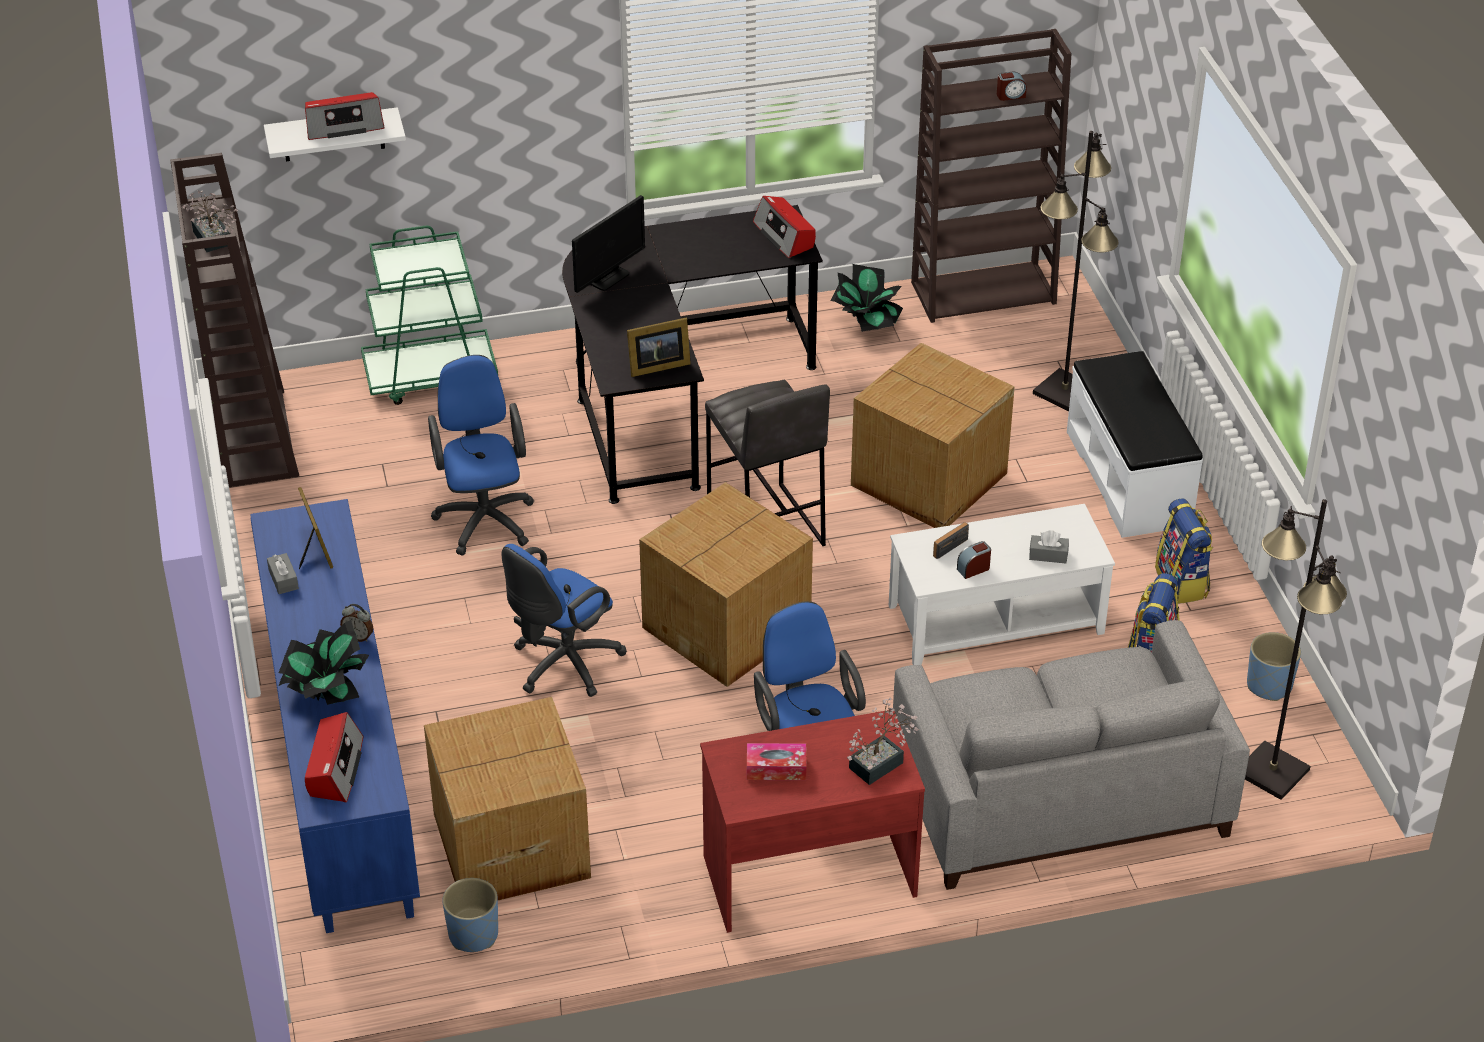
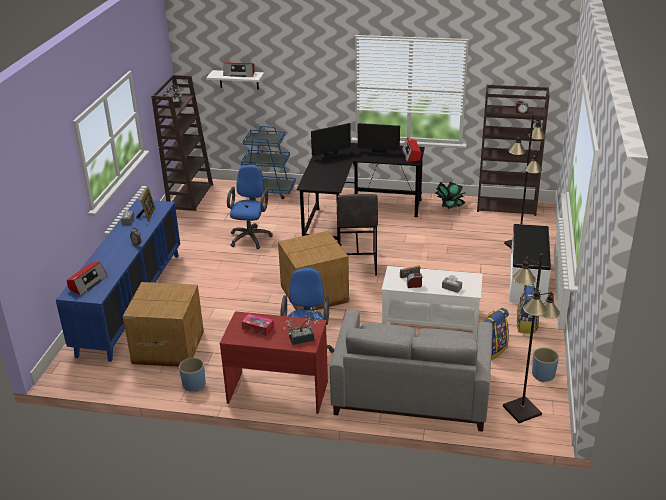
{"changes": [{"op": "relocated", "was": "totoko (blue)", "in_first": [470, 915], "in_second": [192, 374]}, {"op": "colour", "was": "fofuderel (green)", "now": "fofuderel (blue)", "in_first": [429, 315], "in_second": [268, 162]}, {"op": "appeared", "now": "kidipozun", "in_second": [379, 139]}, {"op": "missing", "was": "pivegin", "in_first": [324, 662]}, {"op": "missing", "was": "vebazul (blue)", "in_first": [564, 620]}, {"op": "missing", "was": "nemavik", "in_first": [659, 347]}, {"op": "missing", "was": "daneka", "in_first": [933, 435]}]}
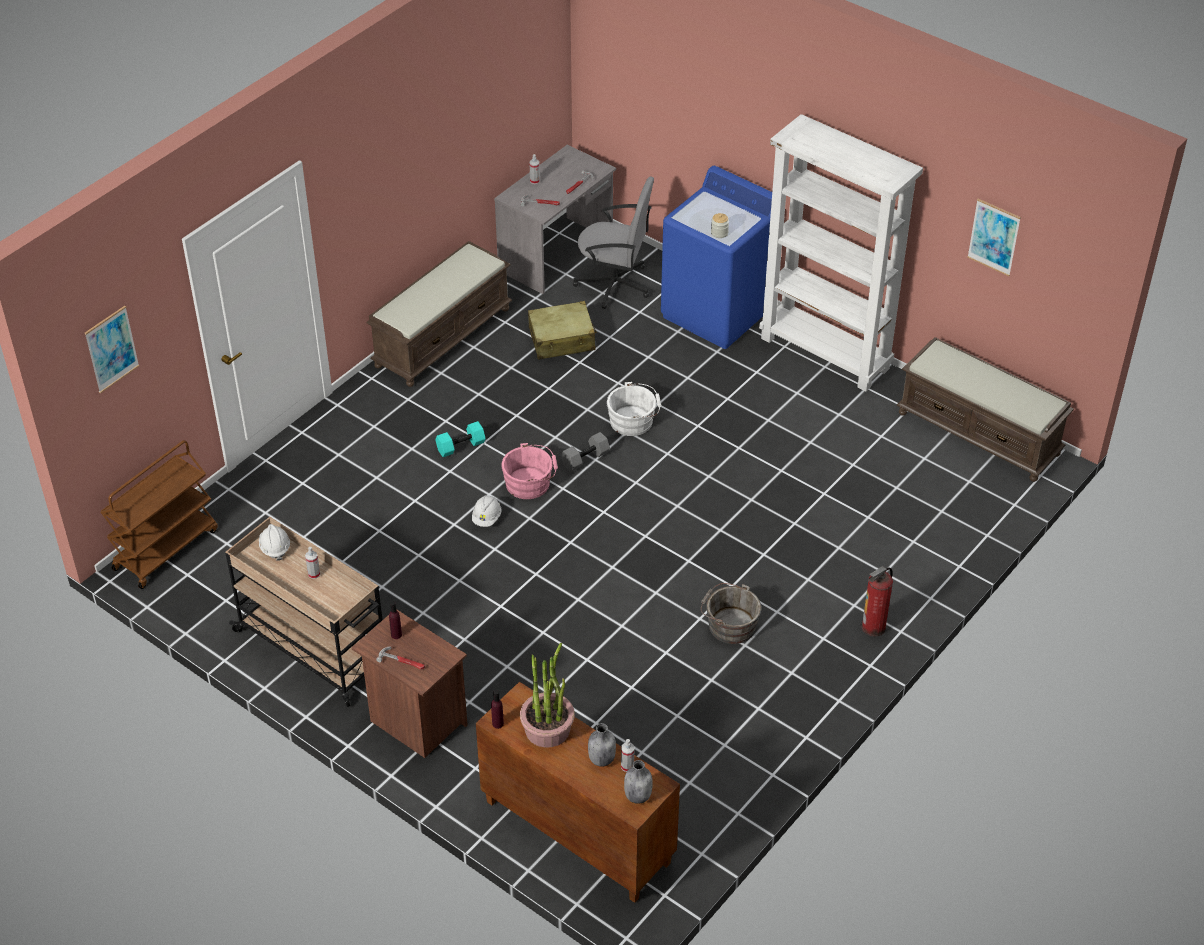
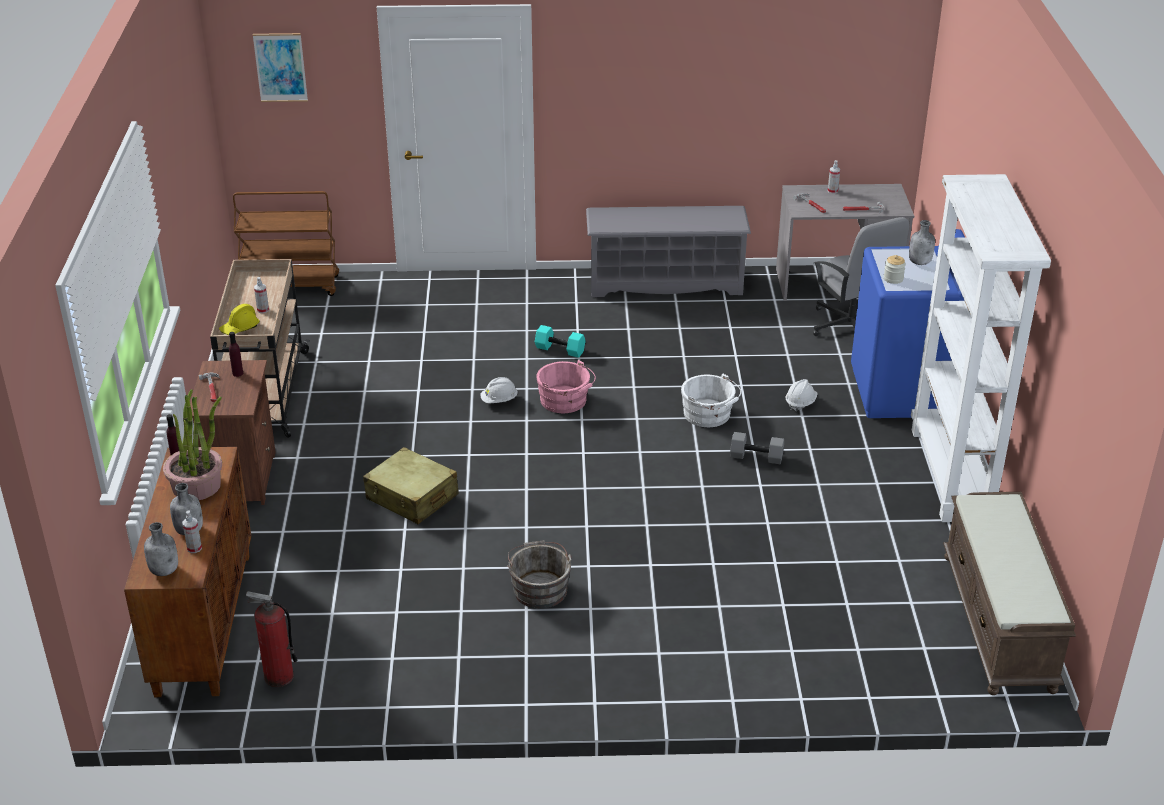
{"changes": [{"op": "appeared", "now": "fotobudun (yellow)", "in_second": [239, 319]}, {"op": "relocated", "was": "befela", "in_first": [877, 601], "in_second": [272, 639]}, {"op": "relocated", "was": "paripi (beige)", "in_first": [562, 330], "in_second": [411, 485]}, {"op": "exchanged", "was": "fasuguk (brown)", "now": "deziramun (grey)", "in_first": [439, 314], "in_second": [668, 251]}, {"op": "relocated", "was": "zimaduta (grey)", "in_first": [585, 452], "in_second": [757, 448]}, {"op": "relocated", "was": "fotobudun (white)", "in_first": [274, 542], "in_second": [801, 395]}, {"op": "appeared", "now": "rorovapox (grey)", "in_second": [922, 242]}, {"op": "missing", "was": "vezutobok", "in_first": [994, 237]}]}
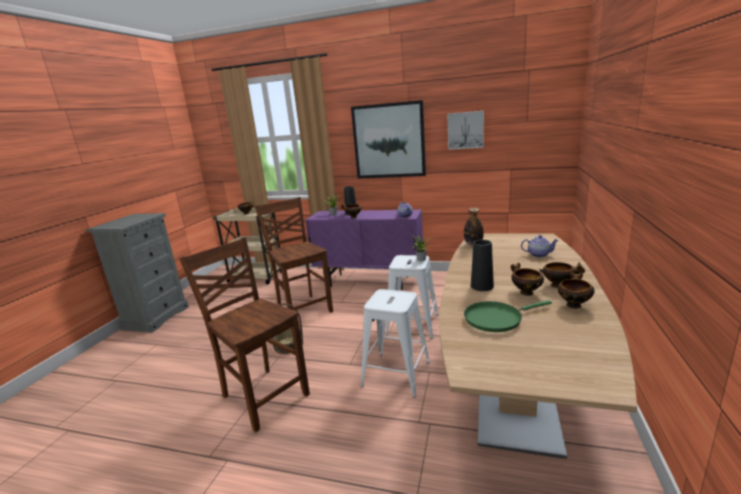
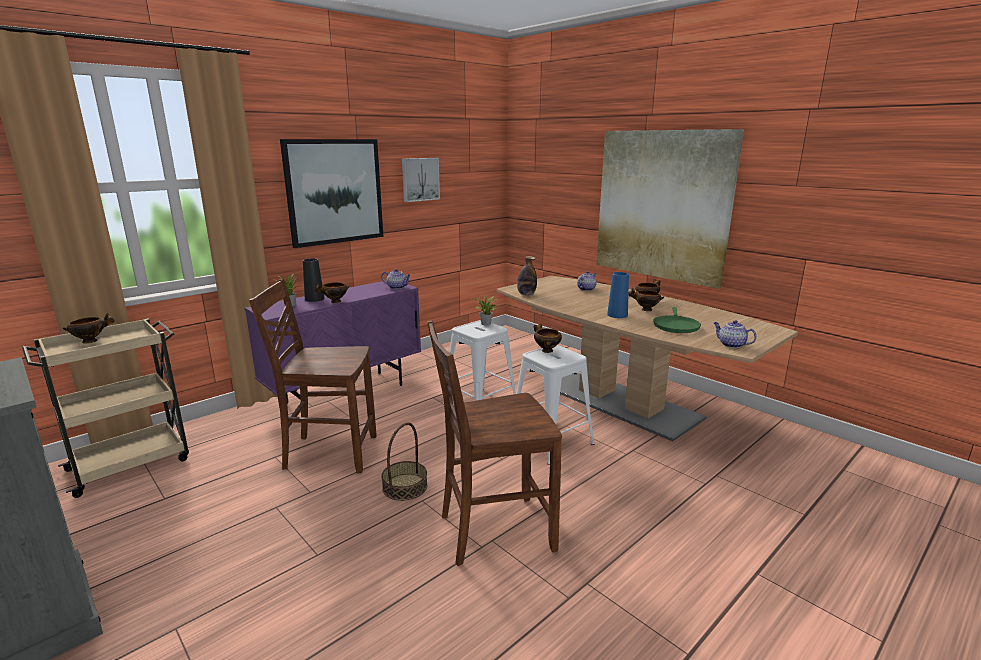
{"changes": [{"op": "relocated", "was": "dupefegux", "in_first": [576, 290], "in_second": [547, 338]}, {"op": "appeared", "now": "vezutobok", "in_second": [670, 209]}, {"op": "colour", "was": "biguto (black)", "now": "biguto (blue)", "in_first": [482, 265], "in_second": [618, 295]}, {"op": "appeared", "now": "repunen", "in_second": [735, 334]}]}
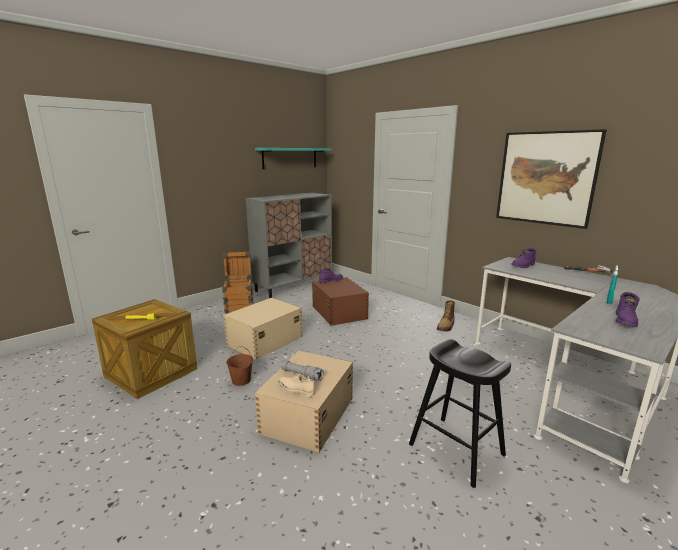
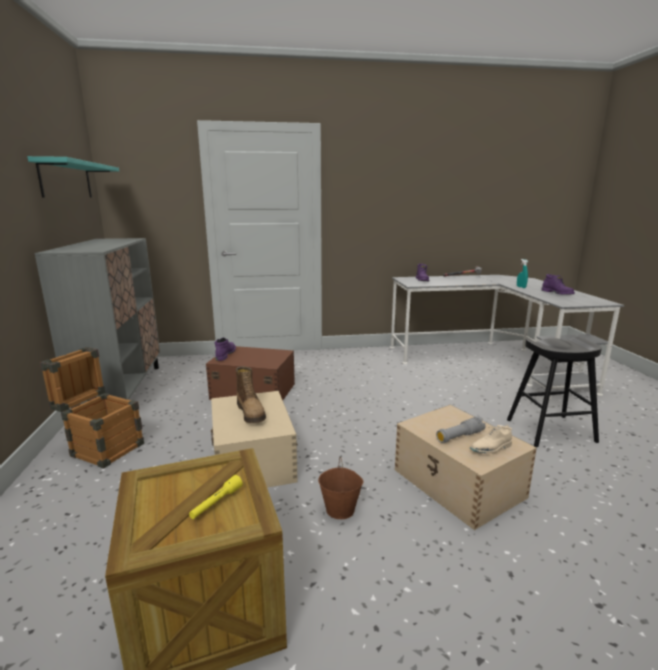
{"changes": [{"op": "relocated", "was": "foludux", "in_first": [446, 315], "in_second": [251, 394]}, {"op": "missing", "was": "vezutobok", "in_first": [551, 179]}]}
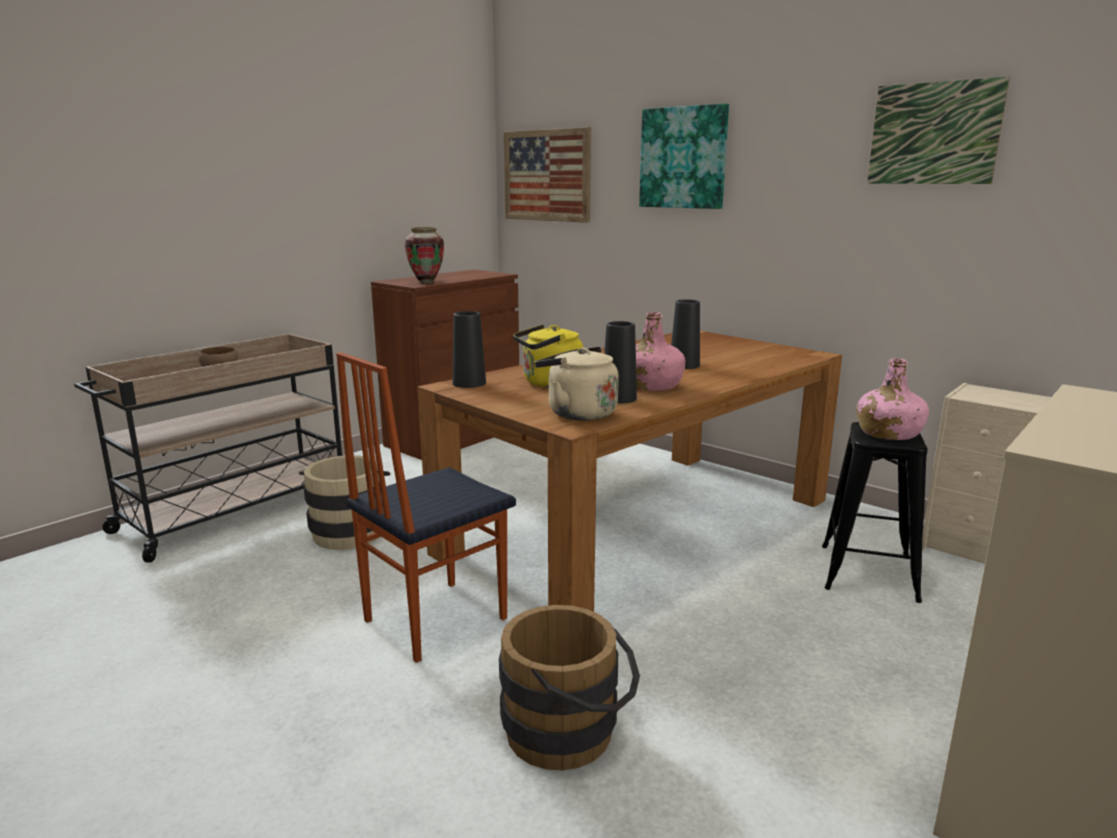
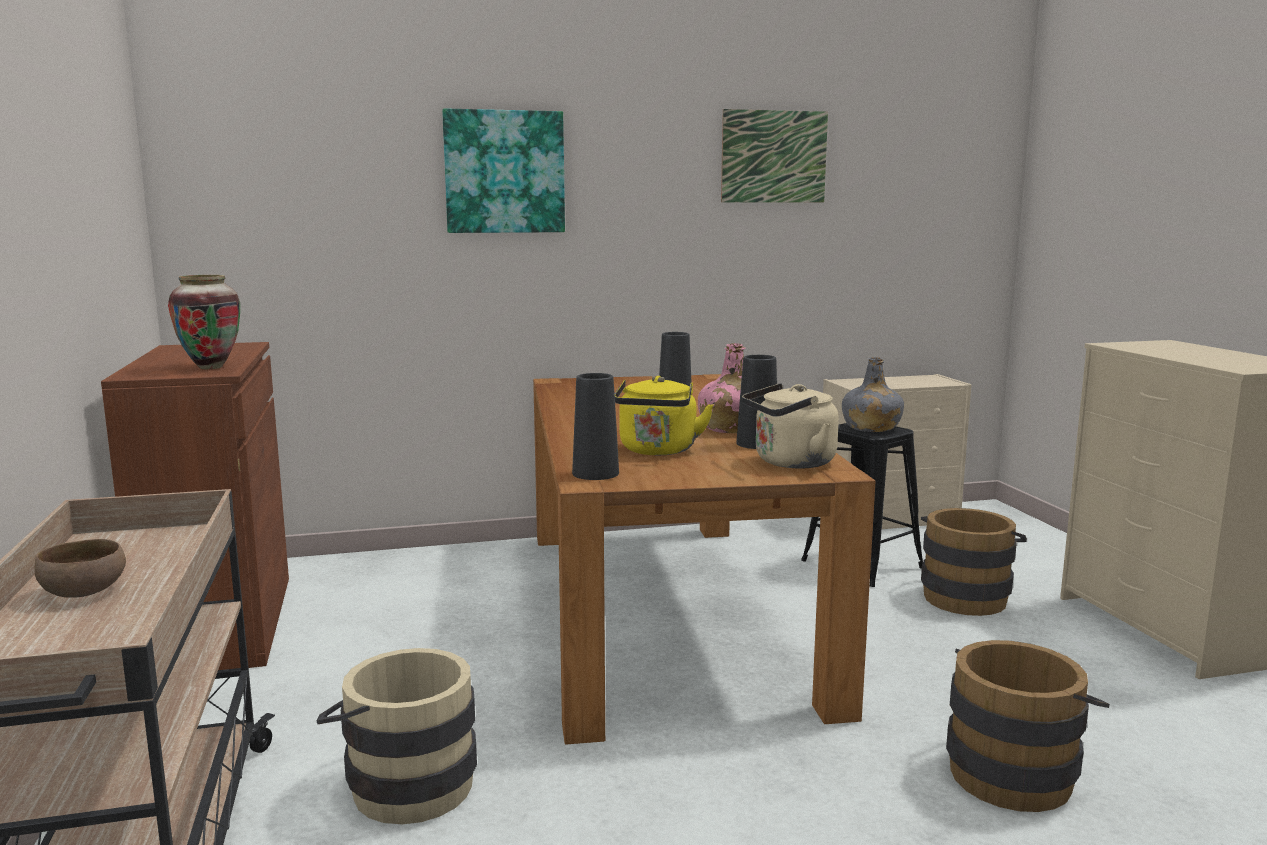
{"changes": [{"op": "colour", "was": "rorovapox (pink)", "now": "rorovapox (grey)", "in_first": [893, 399], "in_second": [873, 394]}, {"op": "appeared", "now": "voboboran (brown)", "in_second": [974, 562]}, {"op": "missing", "was": "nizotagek", "in_first": [426, 507]}, {"op": "missing", "was": "vezutobok", "in_first": [547, 175]}]}
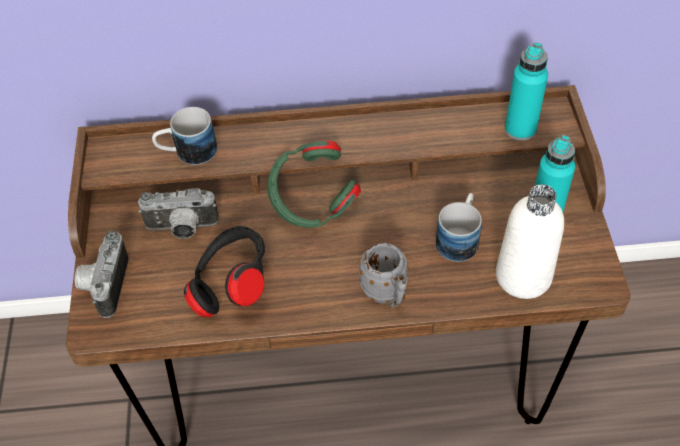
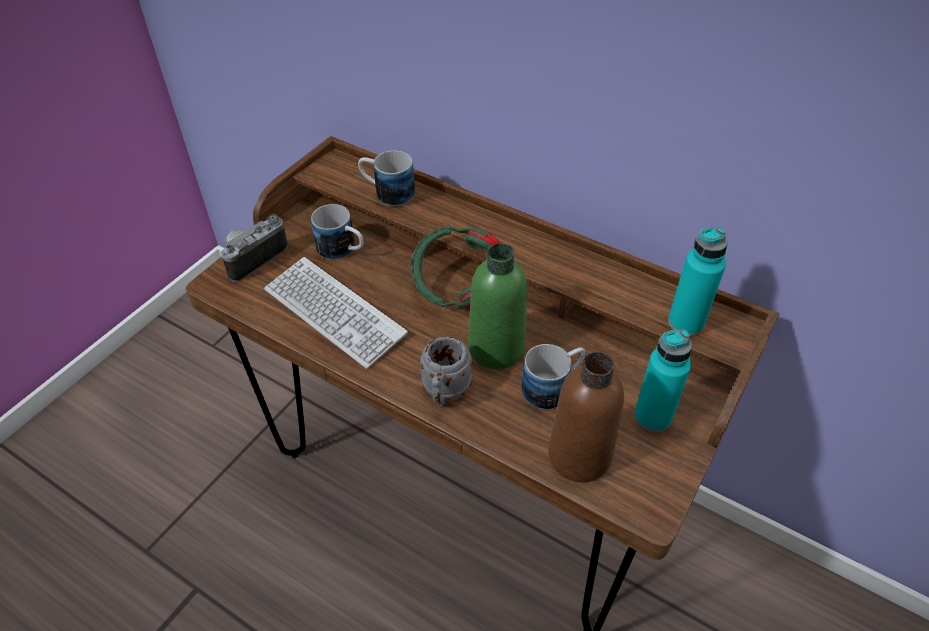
{"changes": [{"op": "exchanged", "was": "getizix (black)", "now": "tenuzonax", "in_first": [224, 271], "in_second": [336, 313]}, {"op": "exchanged", "was": "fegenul", "now": "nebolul", "in_first": [178, 213], "in_second": [337, 232]}, {"op": "appeared", "now": "rorovapox (green)", "in_second": [497, 306]}, {"op": "colour", "was": "rorovapox (white)", "now": "rorovapox (brown)", "in_first": [530, 241], "in_second": [586, 417]}]}
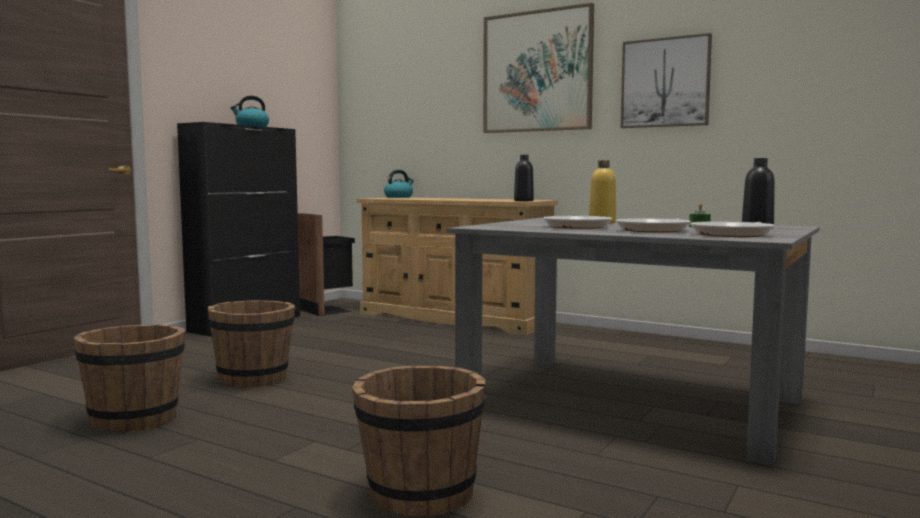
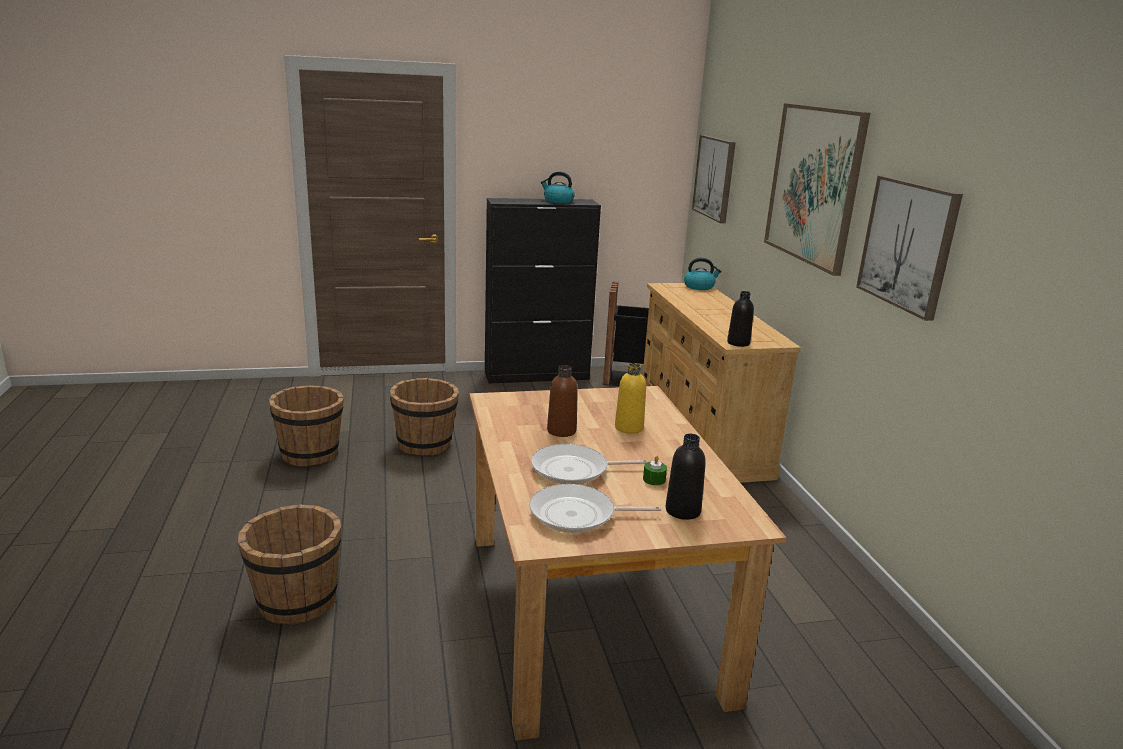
{"changes": [{"op": "colour", "was": "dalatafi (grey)", "now": "dalatafi (brown)", "in_first": [633, 342], "in_second": [628, 563]}, {"op": "exchanged", "was": "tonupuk", "now": "rorovapox (brown)", "in_first": [577, 222], "in_second": [562, 401]}, {"op": "appeared", "now": "vezutobok", "in_second": [714, 179]}]}
